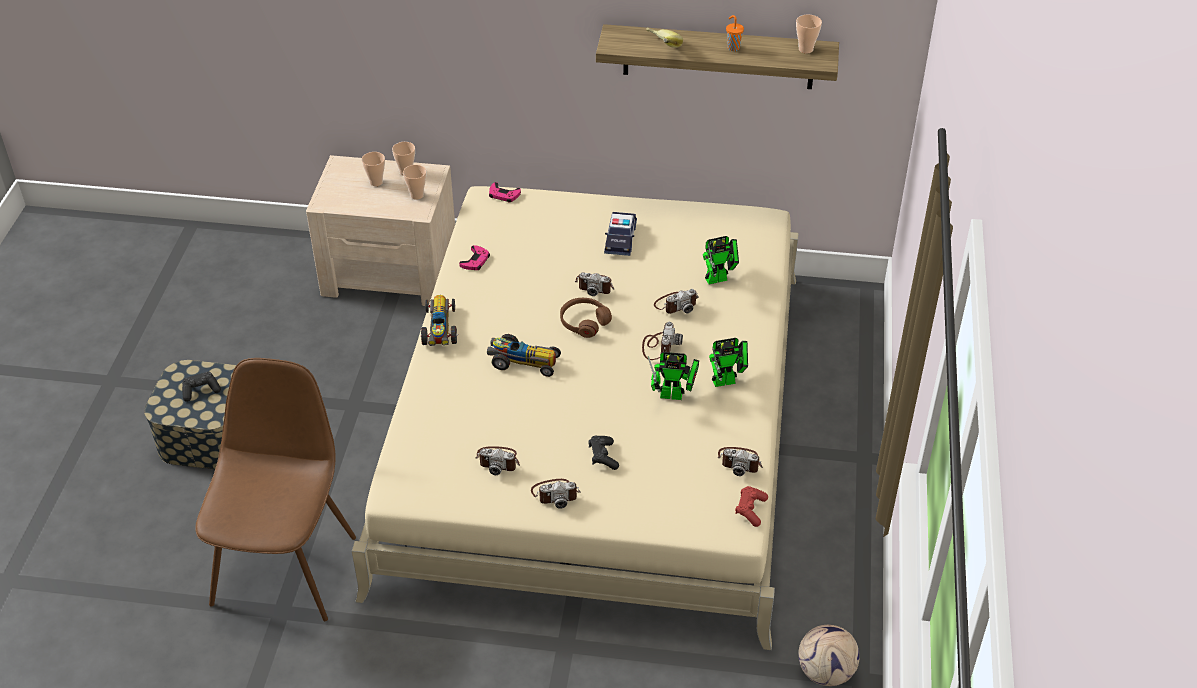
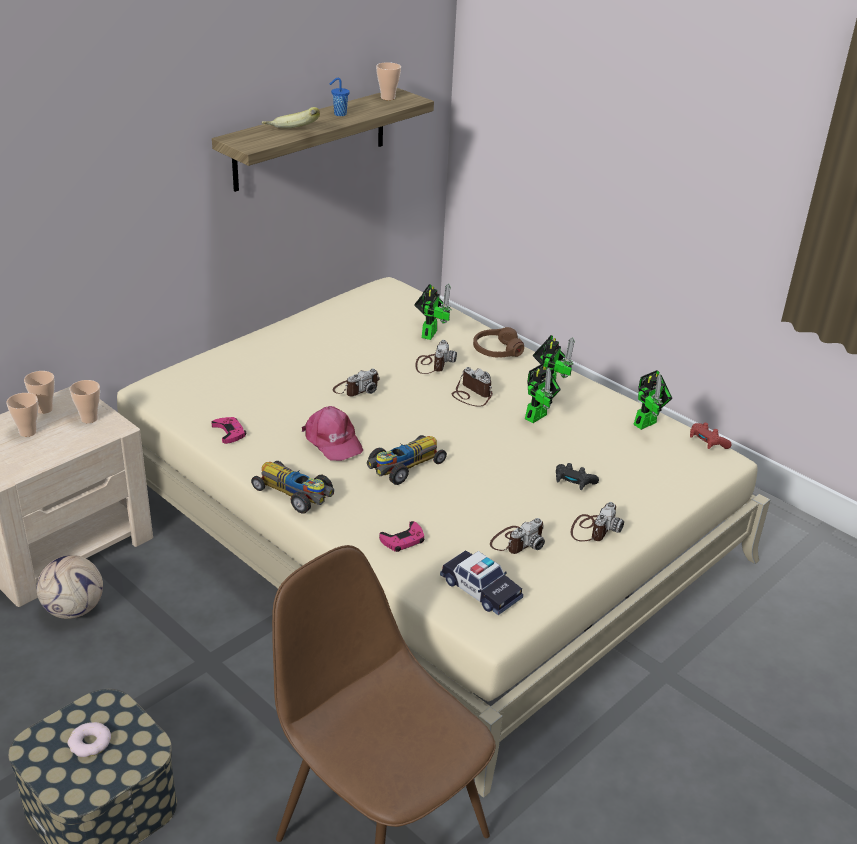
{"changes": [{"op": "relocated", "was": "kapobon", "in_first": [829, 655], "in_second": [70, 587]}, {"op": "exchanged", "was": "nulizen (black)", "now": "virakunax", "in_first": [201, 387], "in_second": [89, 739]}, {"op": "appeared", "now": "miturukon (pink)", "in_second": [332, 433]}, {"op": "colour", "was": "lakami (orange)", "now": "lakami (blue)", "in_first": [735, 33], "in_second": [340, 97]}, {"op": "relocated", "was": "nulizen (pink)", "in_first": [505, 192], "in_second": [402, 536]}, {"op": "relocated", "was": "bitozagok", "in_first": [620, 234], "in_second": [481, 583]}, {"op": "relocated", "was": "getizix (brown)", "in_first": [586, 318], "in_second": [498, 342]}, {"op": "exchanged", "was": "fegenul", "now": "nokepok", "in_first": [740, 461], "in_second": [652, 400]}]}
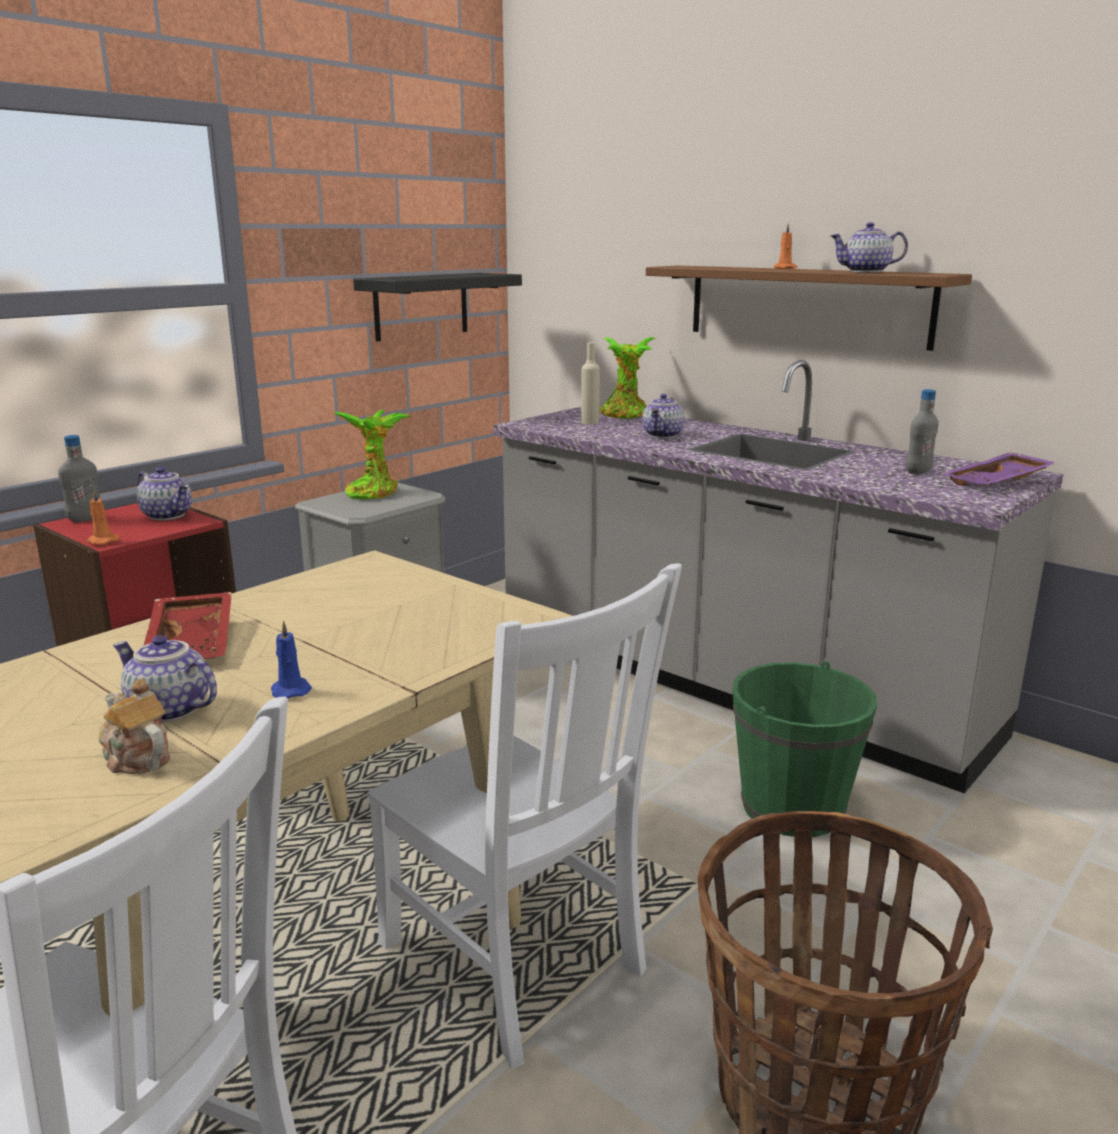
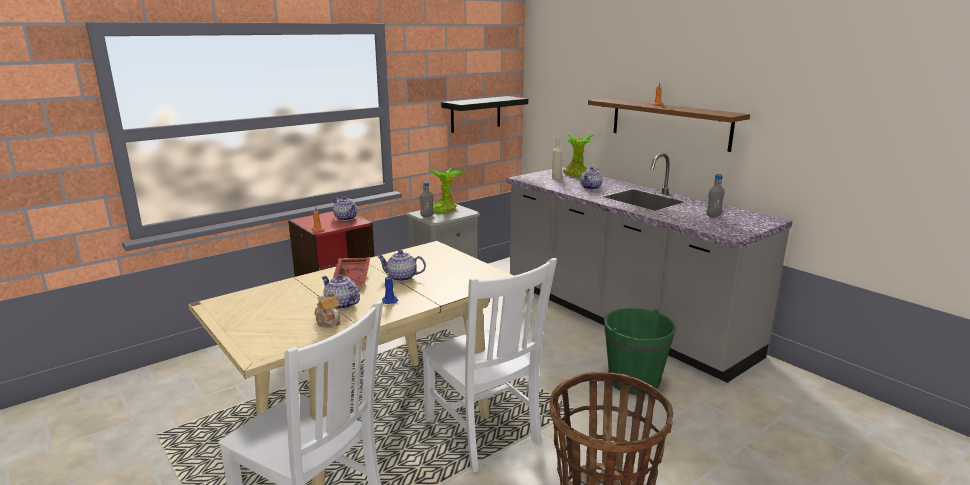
{"changes": [{"op": "relocated", "was": "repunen", "in_first": [869, 247], "in_second": [401, 266]}, {"op": "relocated", "was": "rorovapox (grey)", "in_first": [79, 478], "in_second": [427, 199]}, {"op": "missing", "was": "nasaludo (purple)", "in_first": [998, 469]}]}
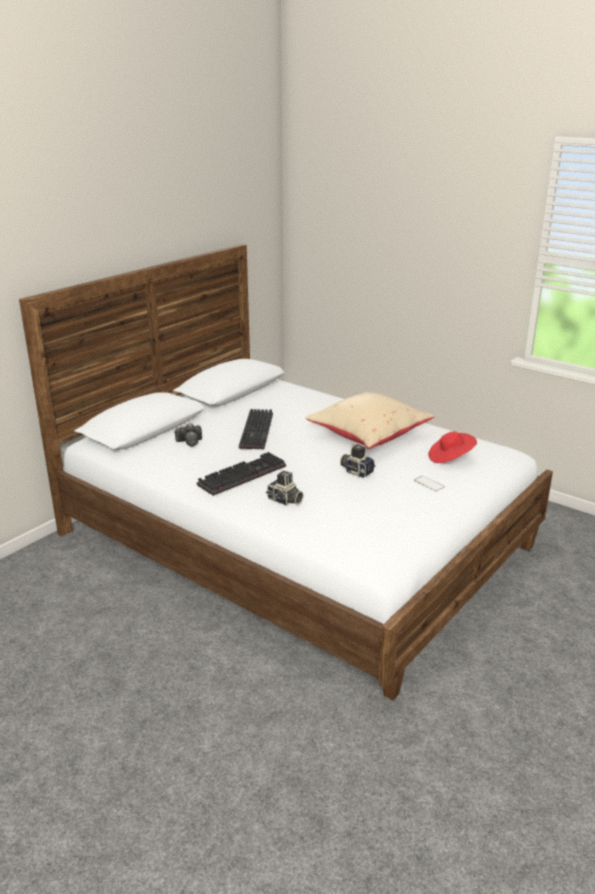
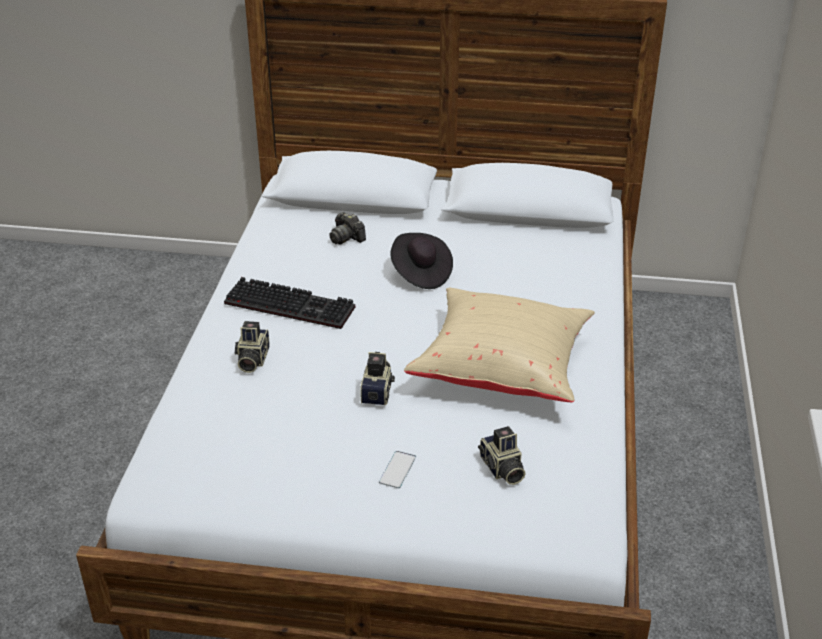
{"changes": [{"op": "exchanged", "was": "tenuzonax", "now": "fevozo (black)", "in_first": [256, 429], "in_second": [421, 261]}, {"op": "exchanged", "was": "fevozo (red)", "now": "fegenul", "in_first": [452, 447], "in_second": [502, 455]}]}
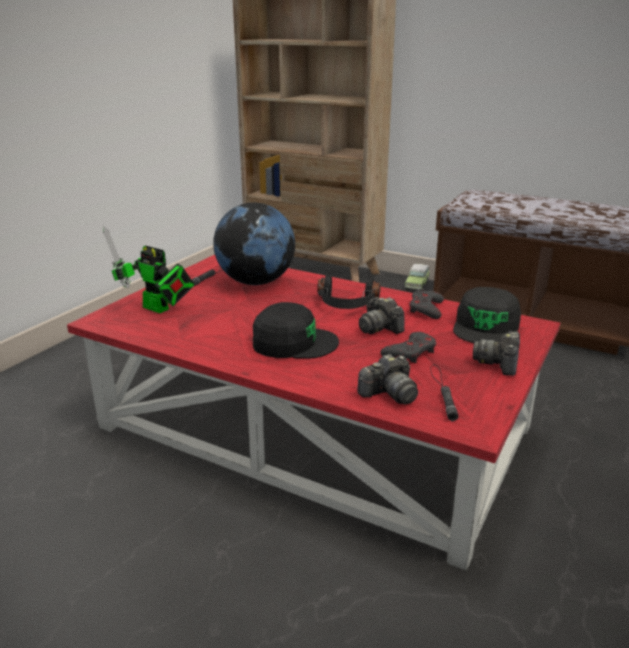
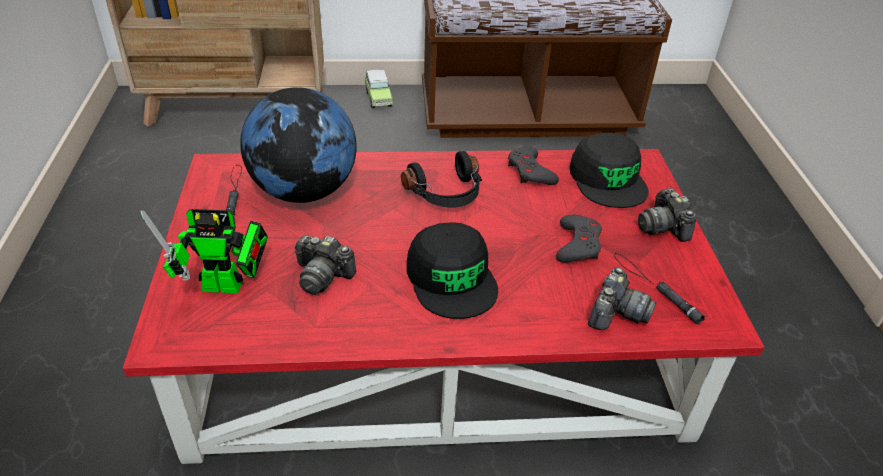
{"changes": [{"op": "relocated", "was": "fegenul", "in_first": [381, 315], "in_second": [325, 265]}, {"op": "spun", "was": "miturukon (black)", "in_first": [296, 330], "in_second": [452, 270], "clockwise": 105}]}
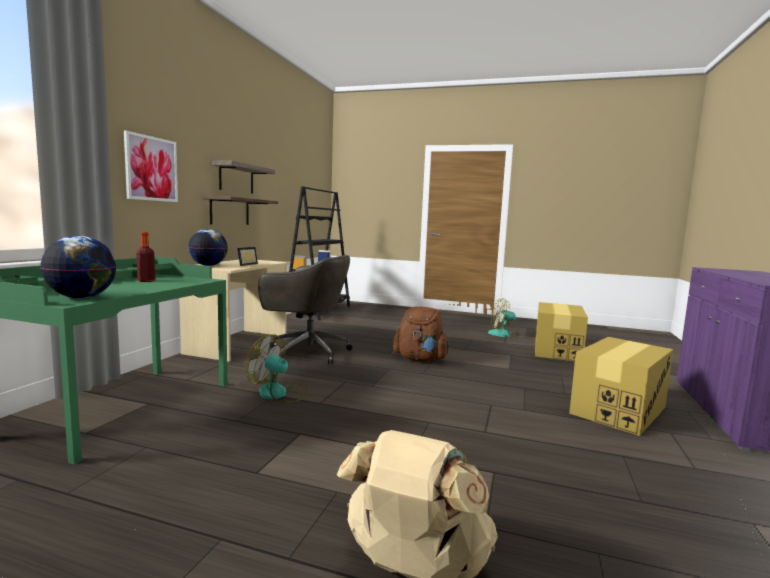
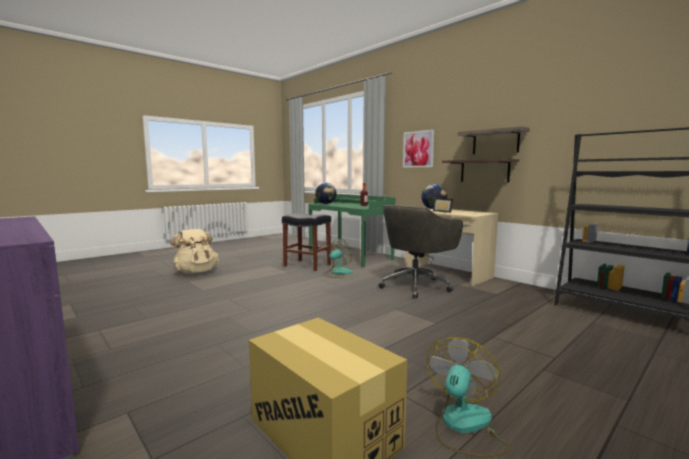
{"changes": [{"op": "appeared", "now": "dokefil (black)", "in_second": [306, 242]}, {"op": "missing", "was": "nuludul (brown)", "in_first": [421, 333]}, {"op": "missing", "was": "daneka", "in_first": [621, 386]}]}
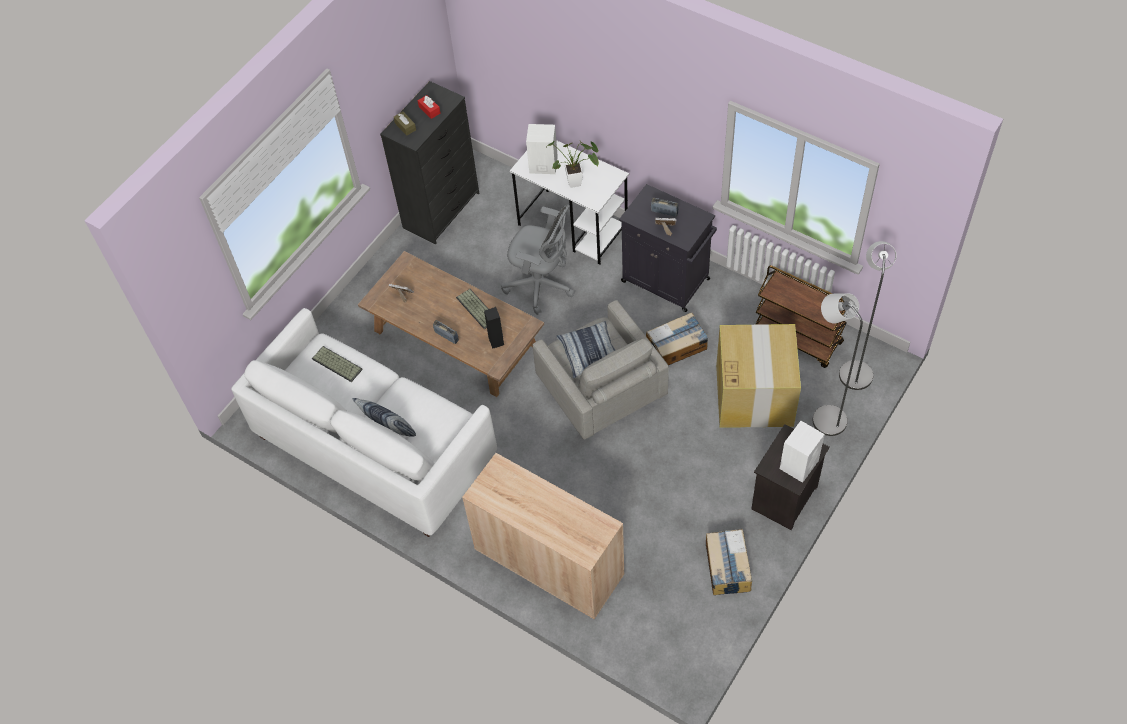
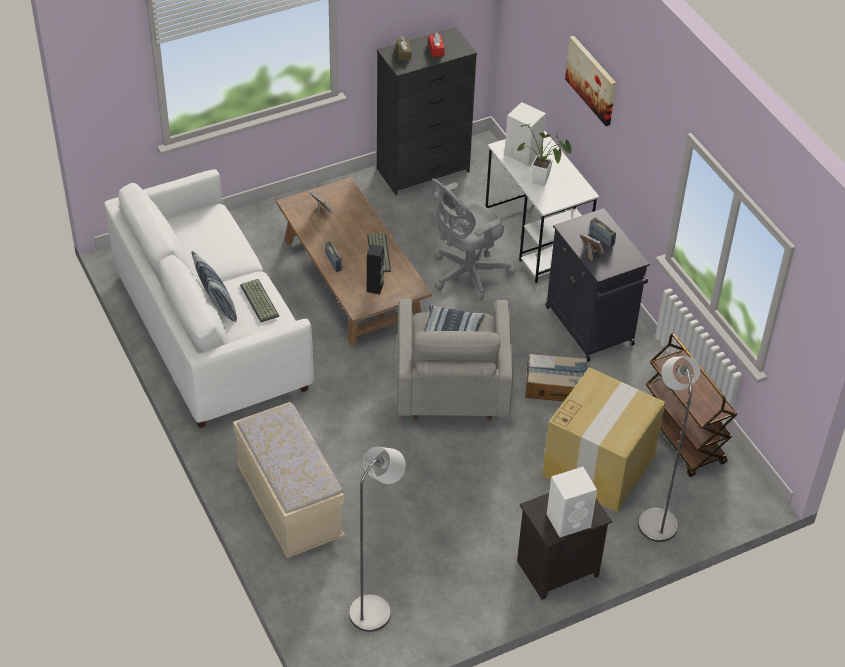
{"changes": [{"op": "exchanged", "was": "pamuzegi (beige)", "now": "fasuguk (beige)", "in_first": [543, 536], "in_second": [289, 480]}, {"op": "relocated", "was": "tenuzonax", "in_first": [337, 364], "in_second": [259, 300]}, {"op": "relocated", "was": "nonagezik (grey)", "in_first": [868, 315], "in_second": [377, 539]}, {"op": "spun", "was": "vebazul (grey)", "in_first": [538, 259], "in_second": [474, 239], "clockwise": 90}, {"op": "appeared", "now": "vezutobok", "in_second": [590, 81]}, {"op": "missing", "was": "daneka", "in_first": [729, 562]}]}
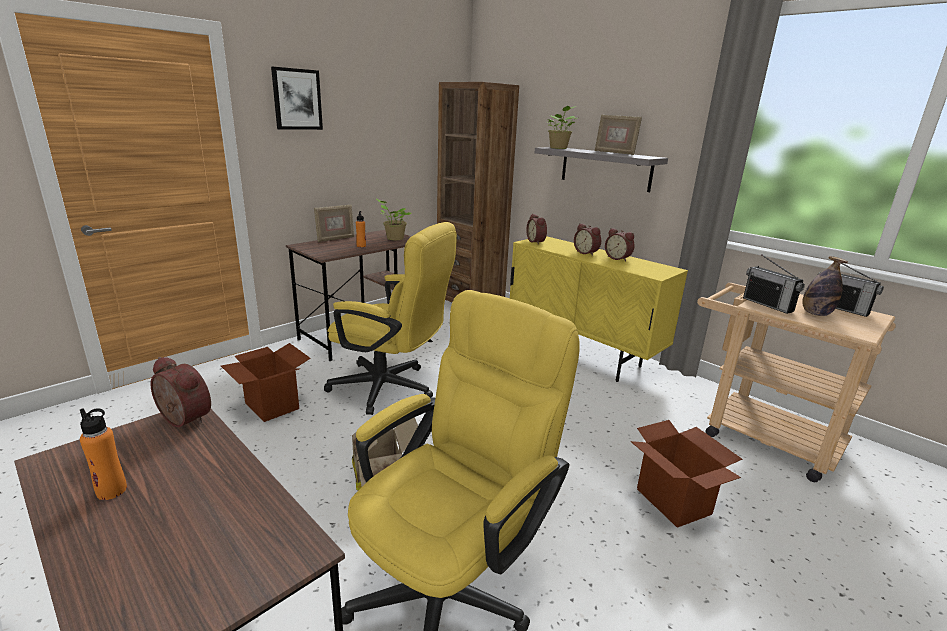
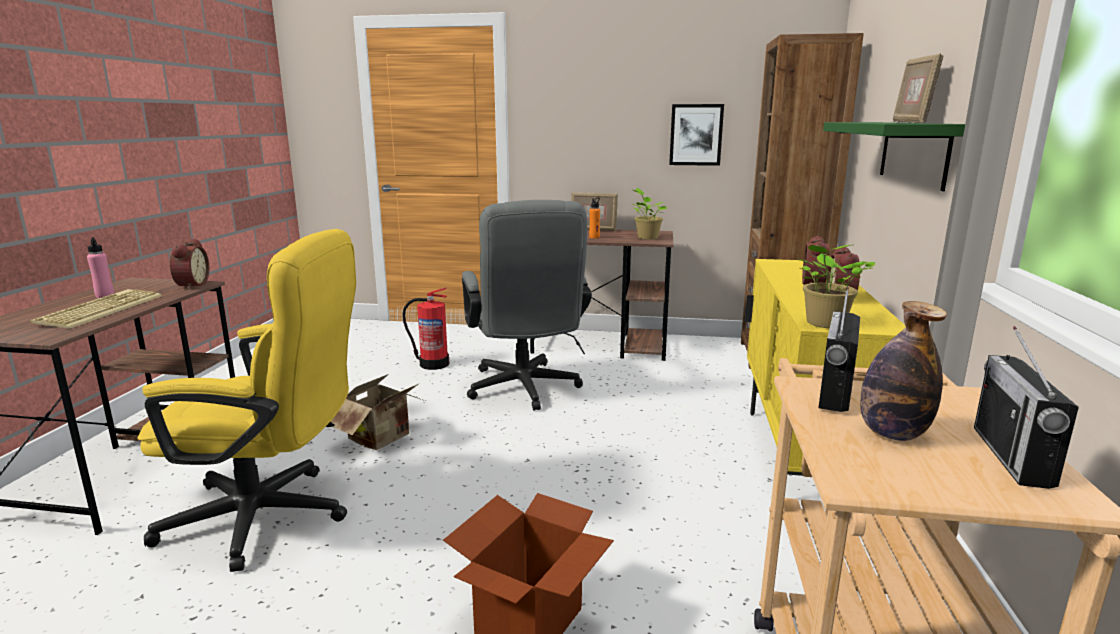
{"changes": [{"op": "appeared", "now": "tenuzonax", "in_second": [96, 309]}, {"op": "colour", "was": "rorovapox (orange)", "now": "rorovapox (pink)", "in_first": [103, 454], "in_second": [100, 267]}, {"op": "exchanged", "was": "daneka", "now": "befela", "in_first": [266, 382], "in_second": [425, 328]}, {"op": "colour", "was": "vebazul (yellow)", "now": "vebazul (grey)", "in_first": [390, 318], "in_second": [527, 305]}, {"op": "relocated", "was": "vezutobok", "in_first": [297, 98], "in_second": [696, 135]}, {"op": "relocated", "was": "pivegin", "in_first": [562, 127], "in_second": [835, 286]}, {"op": "colour", "was": "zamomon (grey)", "now": "zamomon (green)", "in_first": [601, 169], "in_second": [894, 156]}, {"op": "missing", "was": "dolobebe", "in_first": [536, 229]}]}
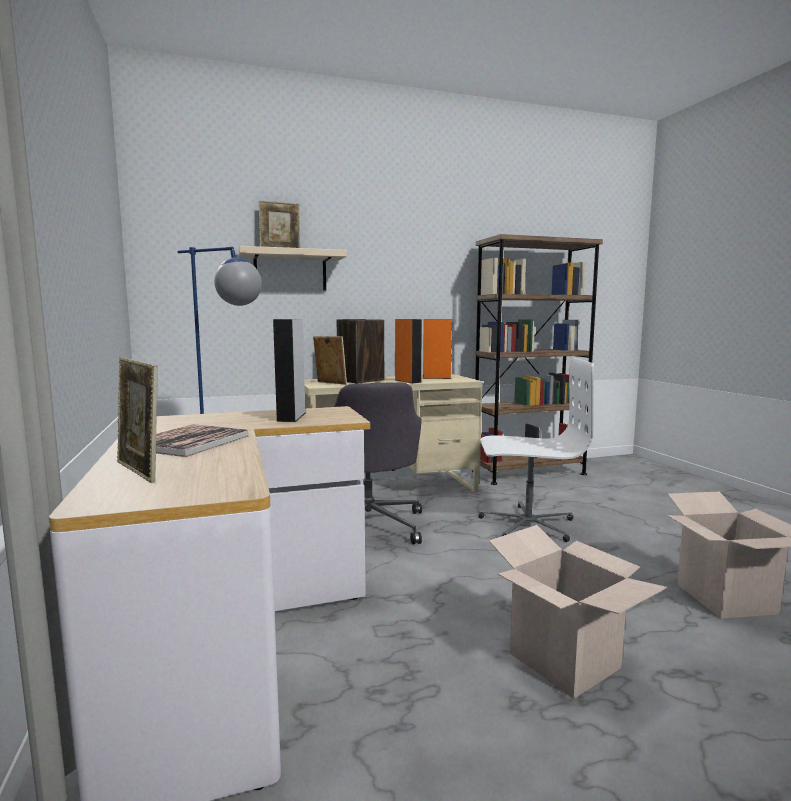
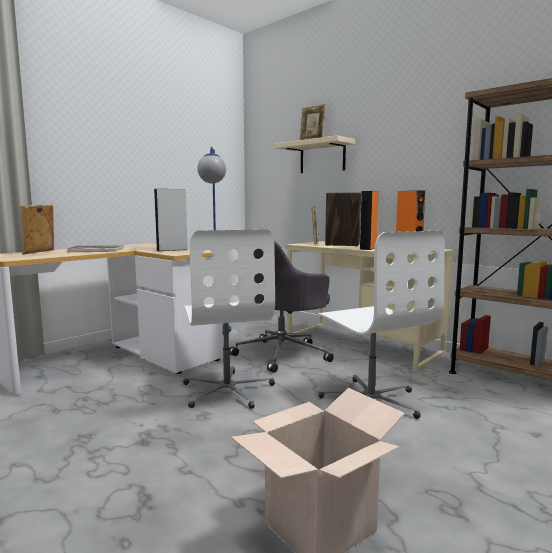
{"changes": [{"op": "appeared", "now": "vebazul (white)", "in_second": [229, 319]}, {"op": "missing", "was": "daneka", "in_first": [578, 611]}]}
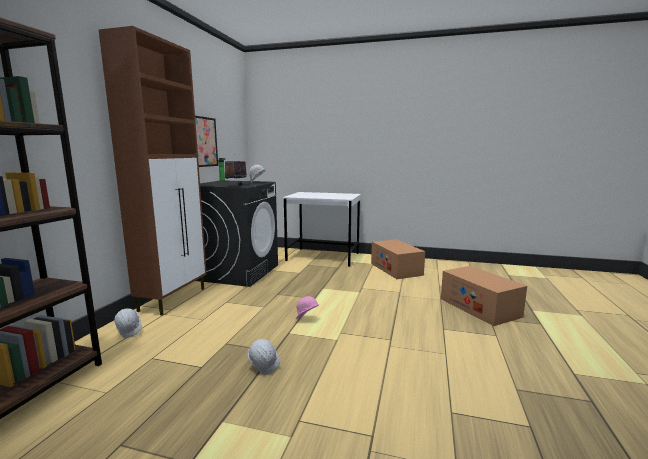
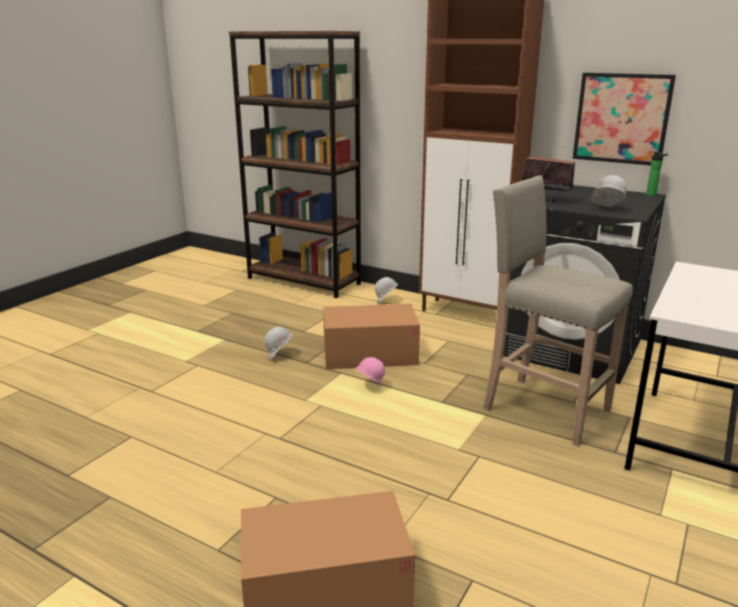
{"changes": [{"op": "relocated", "was": "daneka", "in_first": [398, 259], "in_second": [371, 336]}, {"op": "appeared", "now": "dokefil (beige)", "in_second": [558, 310]}]}
